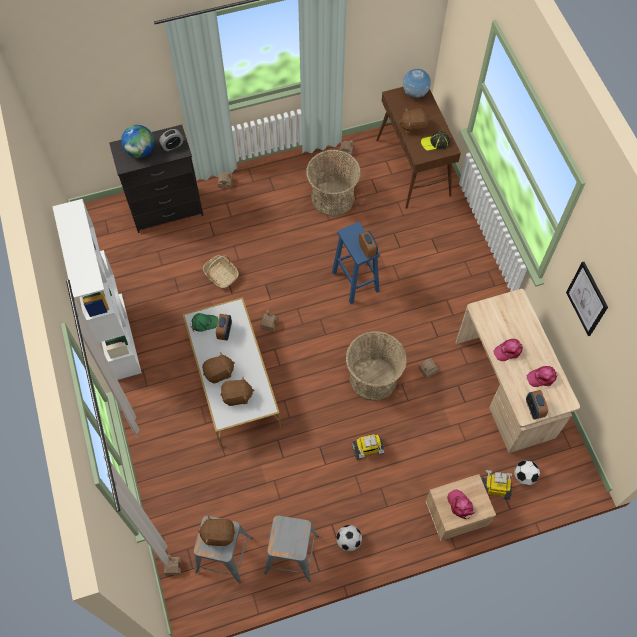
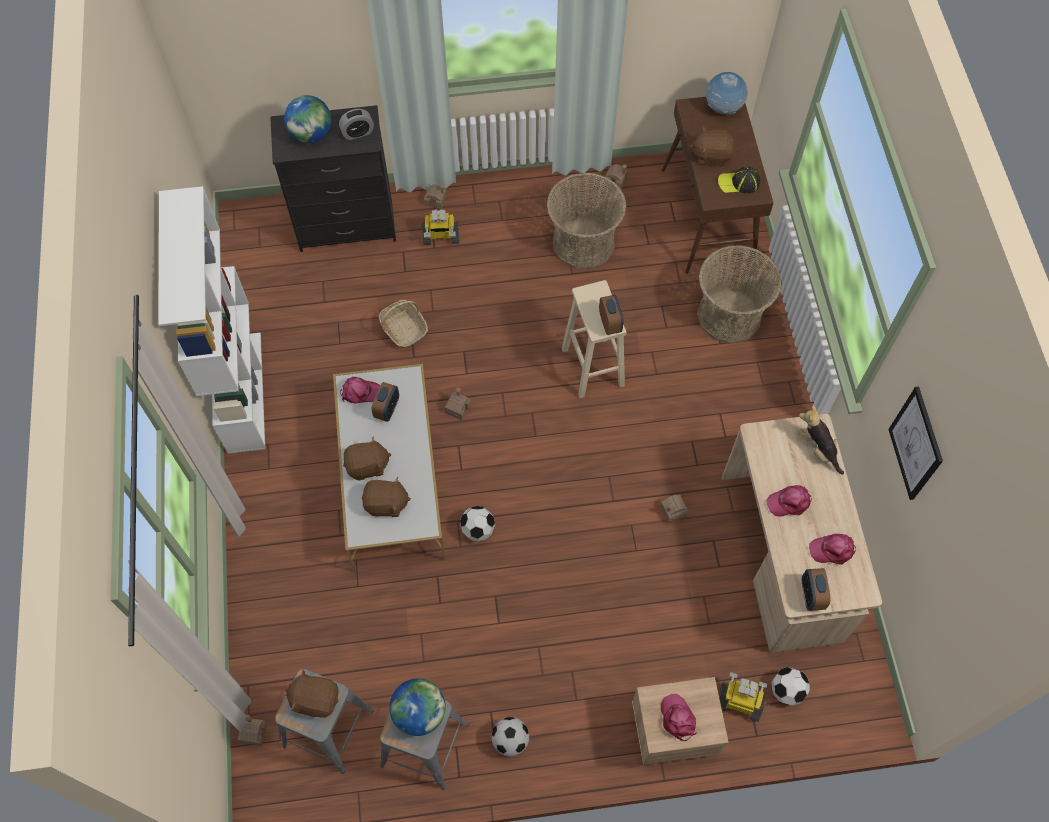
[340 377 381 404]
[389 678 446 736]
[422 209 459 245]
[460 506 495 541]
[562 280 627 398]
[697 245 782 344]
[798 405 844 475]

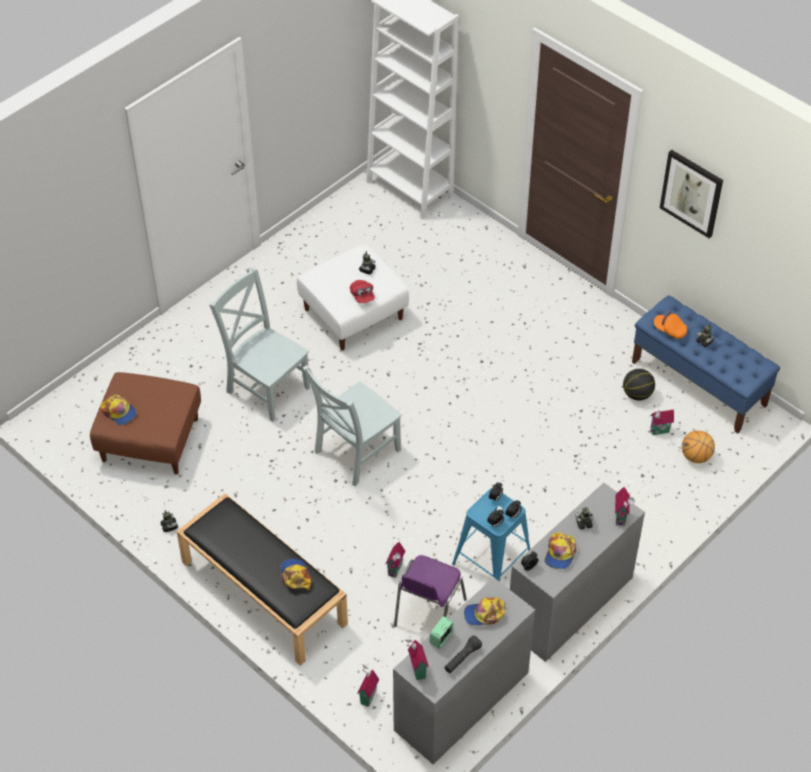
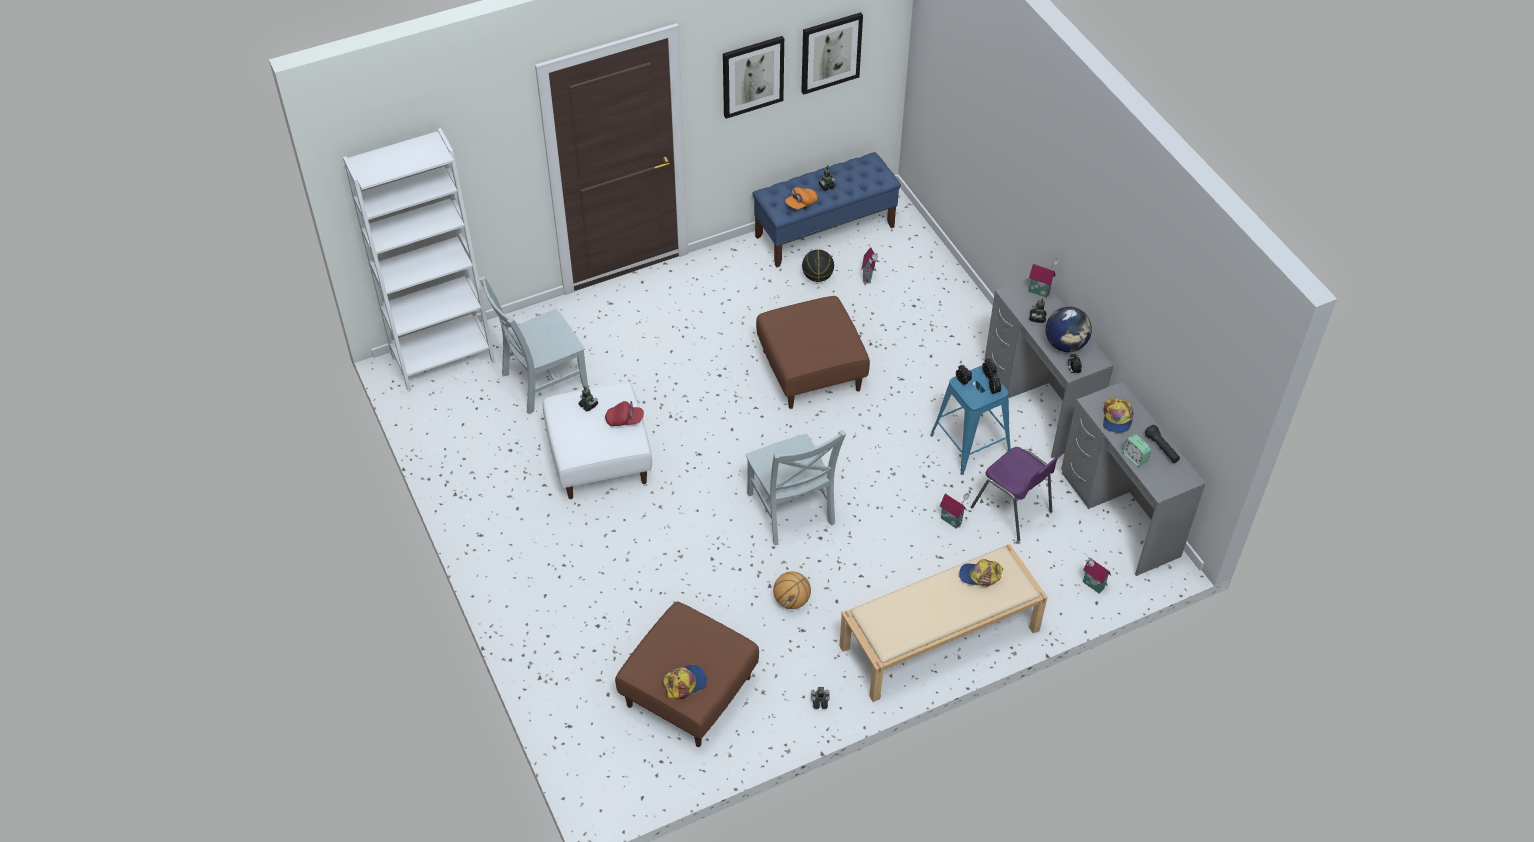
[479 276 588 415]
[756 296 870 409]
[773 571 811 609]
[801 12 863 95]
[839 544 1048 702]
[1046 307 1092 352]
[405 640 429 680] (first image)

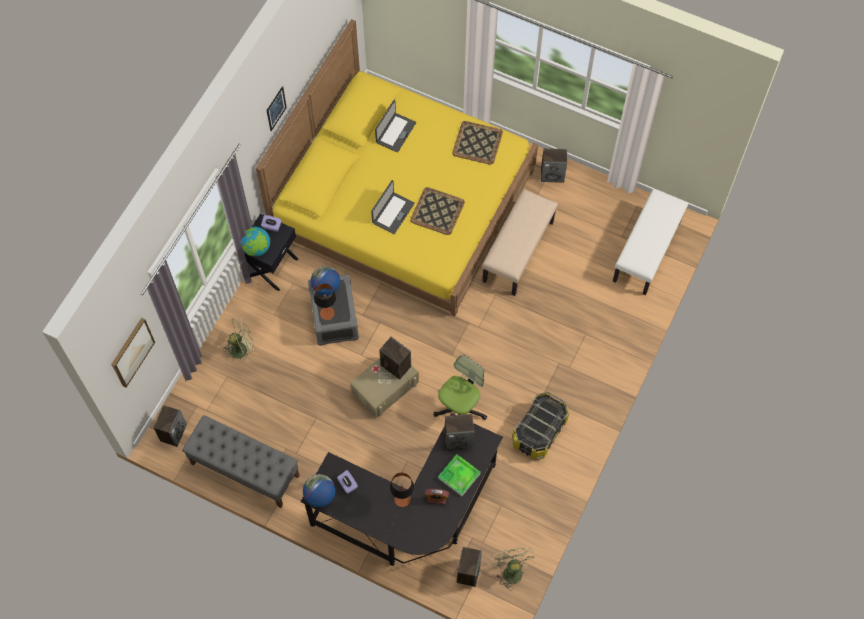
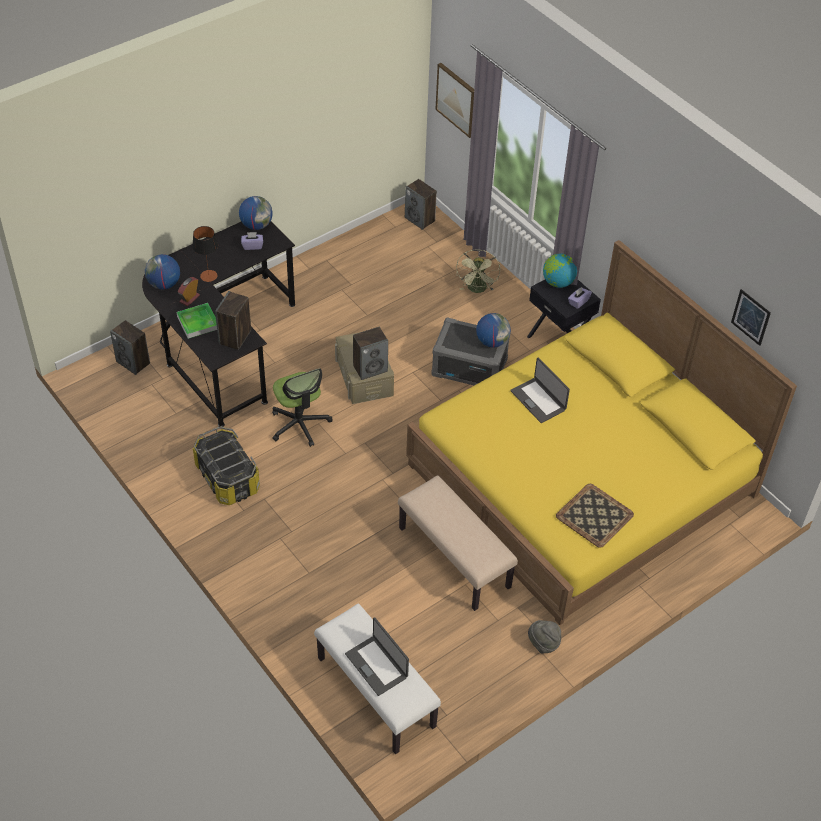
[145 254 180 290]
[345 617 409 696]
[528 620 561 653]
[731 289 771 346]
[182 415 300 508] (first image)
[314 283 336 320] (first image)
[410 187 465 235] (first image)
[491 548 534 591] (first image)

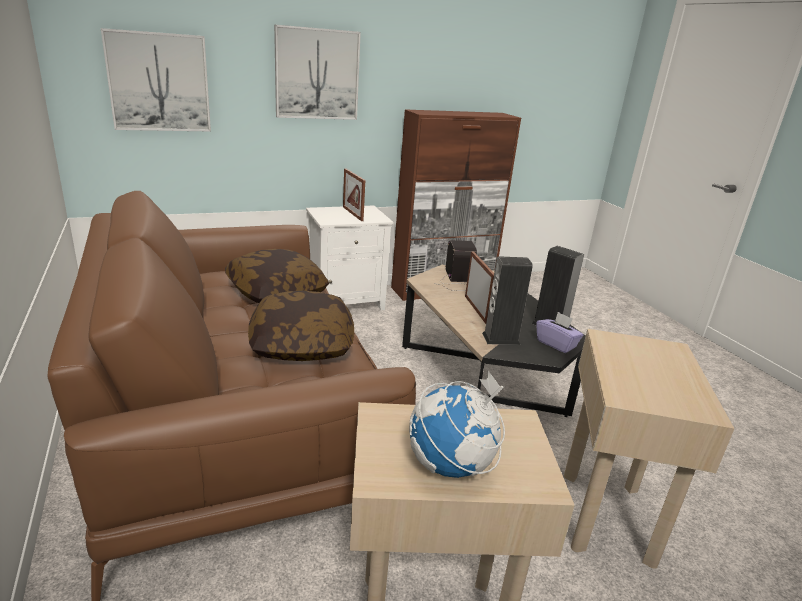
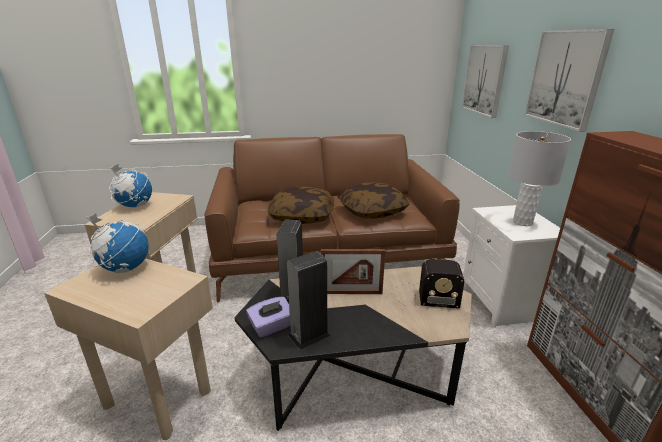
[87 214 149 273]
[508 131 571 226]

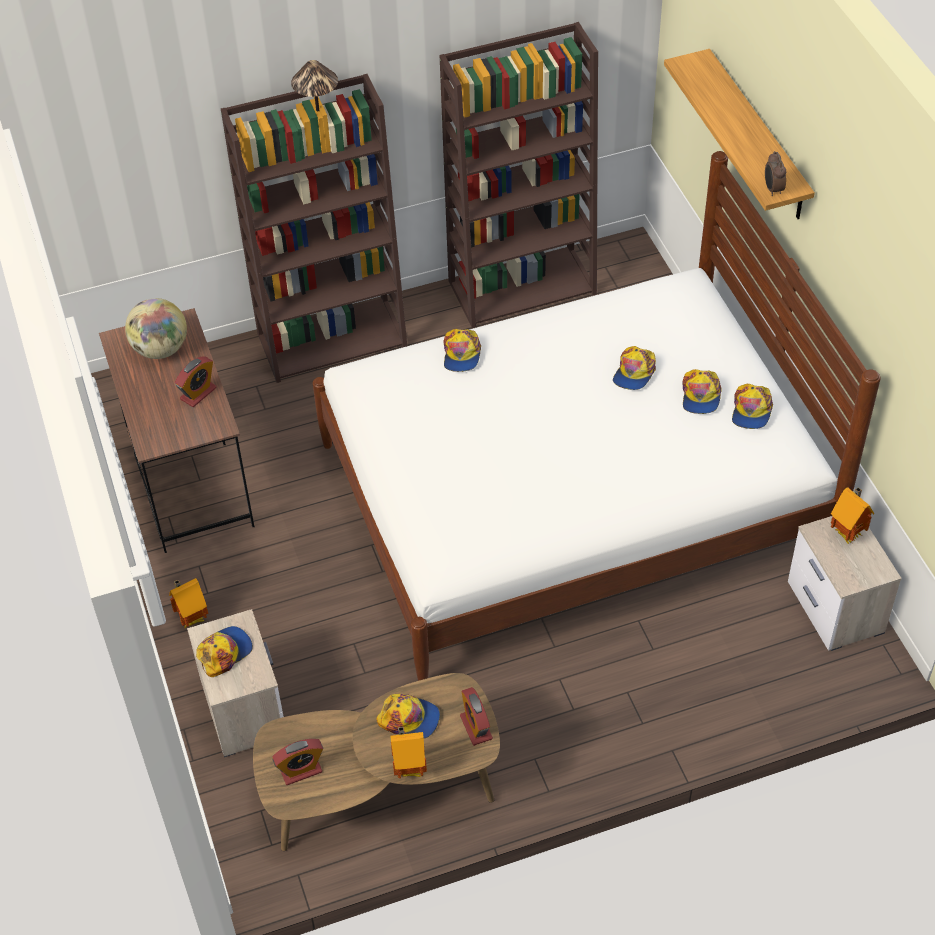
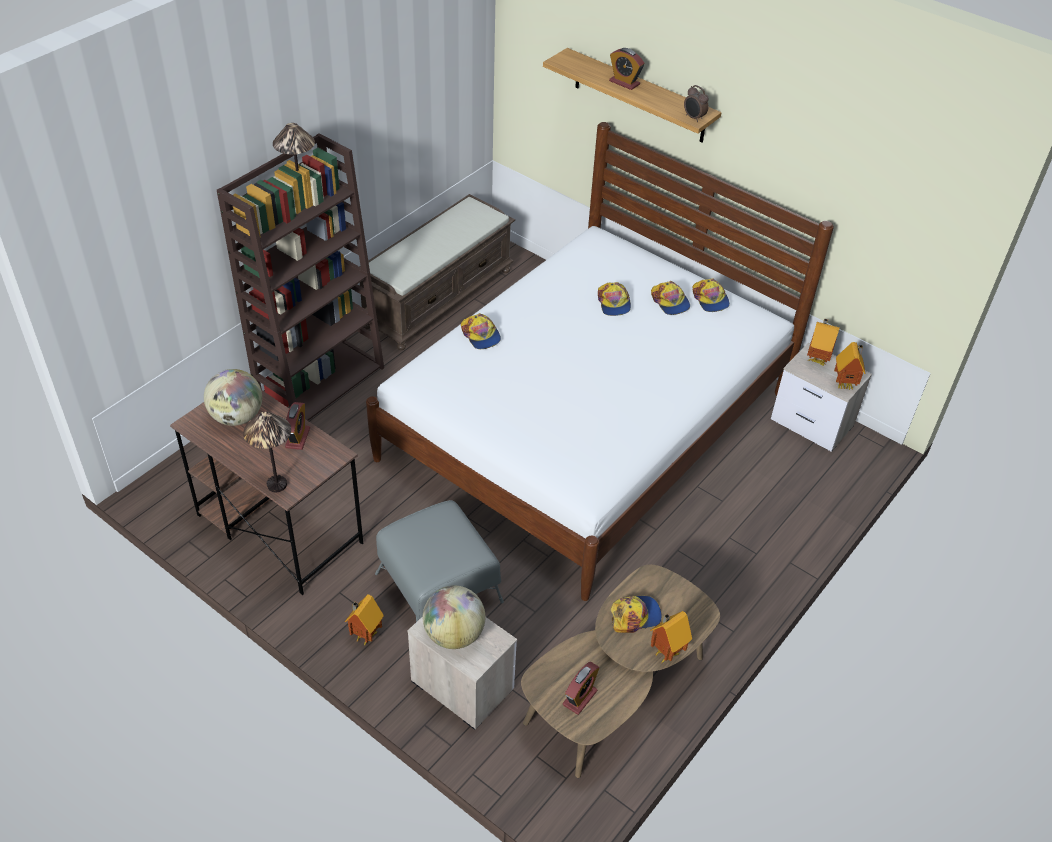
[243 411 291 492]
[359 194 515 350]
[375 500 504 622]
[423 586 485 649]
[609 48 644 90]
[834 342 865 391]

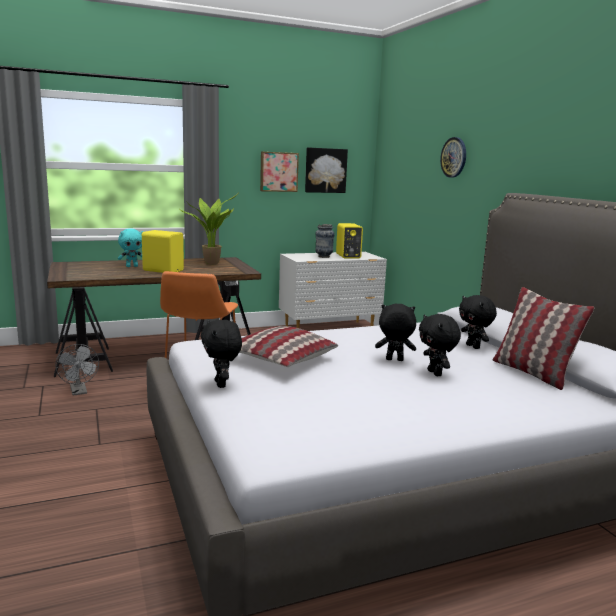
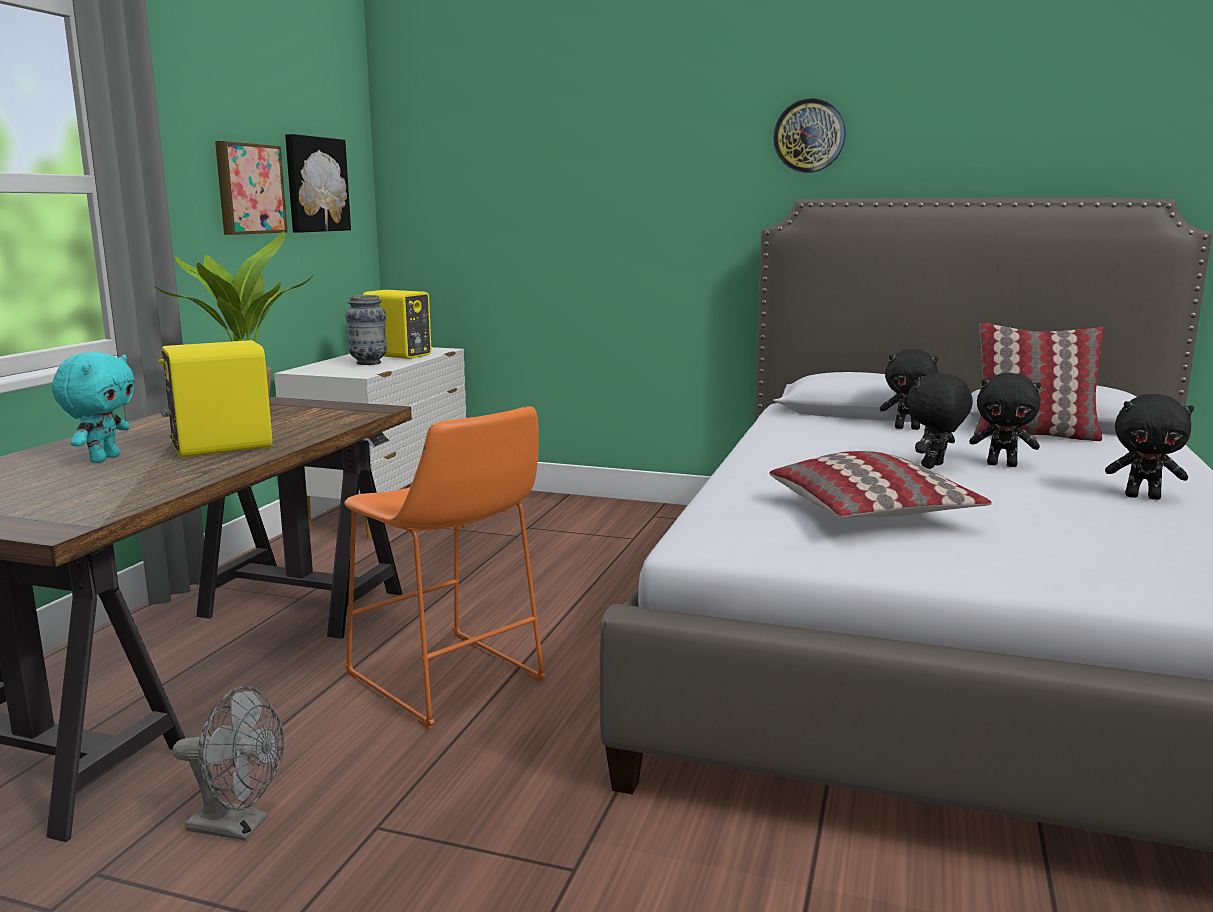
[773 98 846 173]
[1105 394 1194 500]

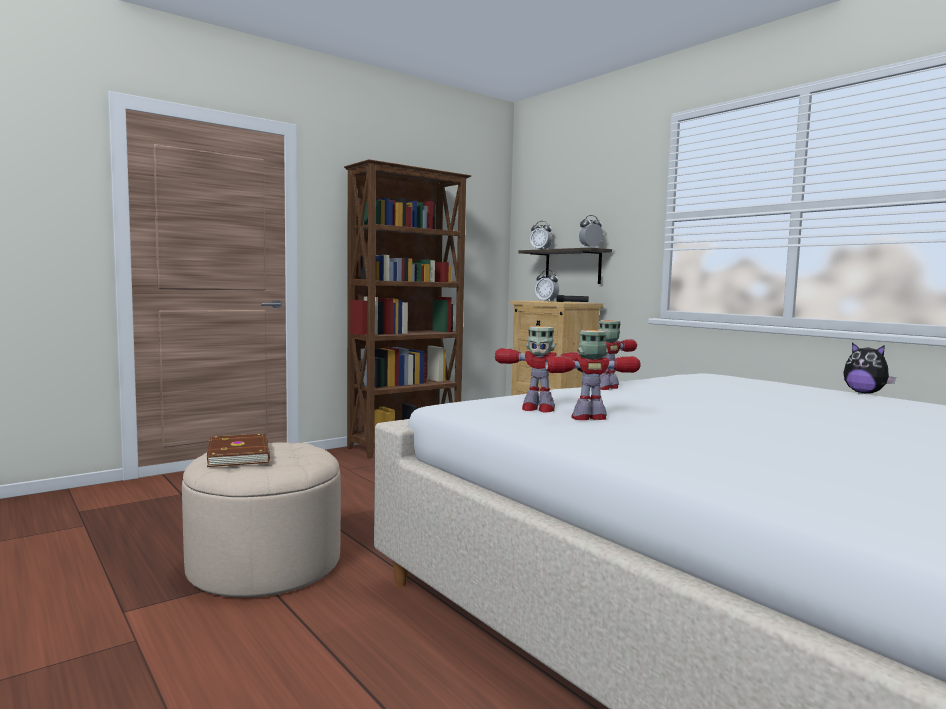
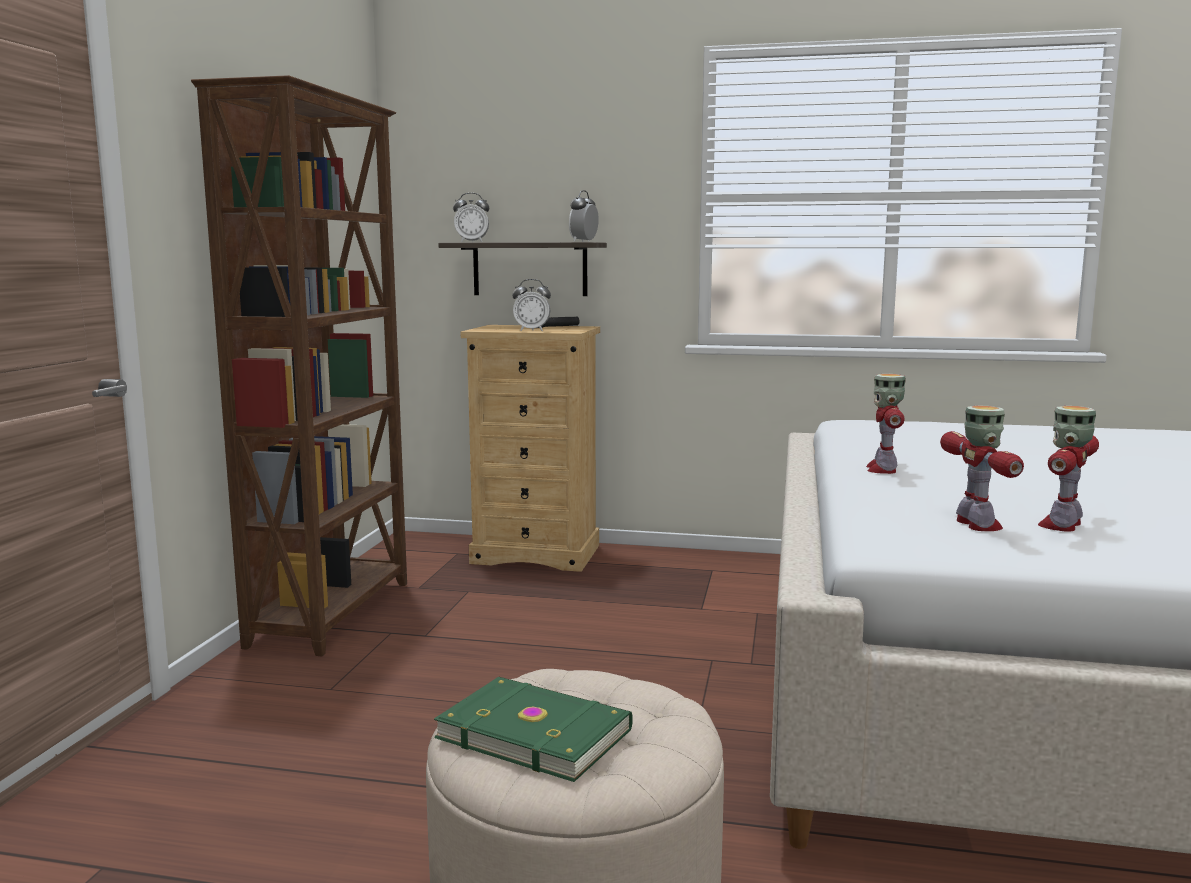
[434 677 633 782]
[940 405 1024 531]
[843 343 896 394] (first image)

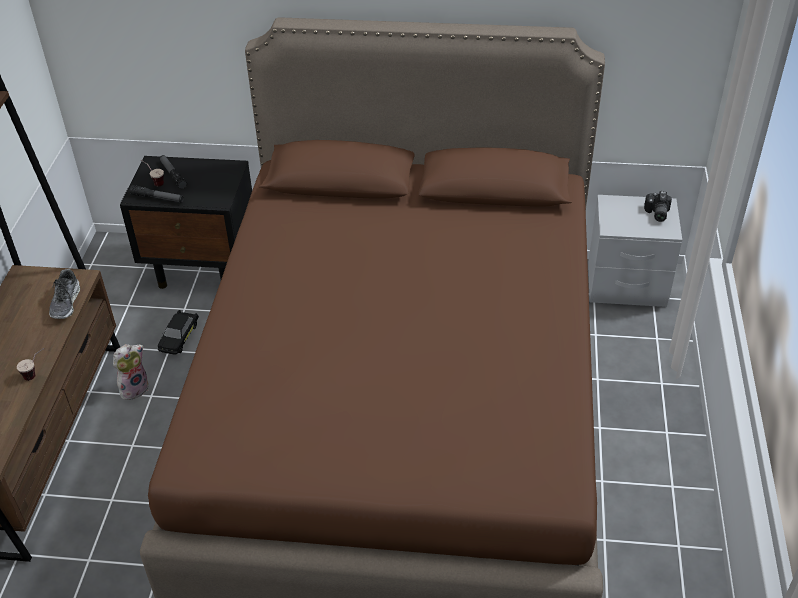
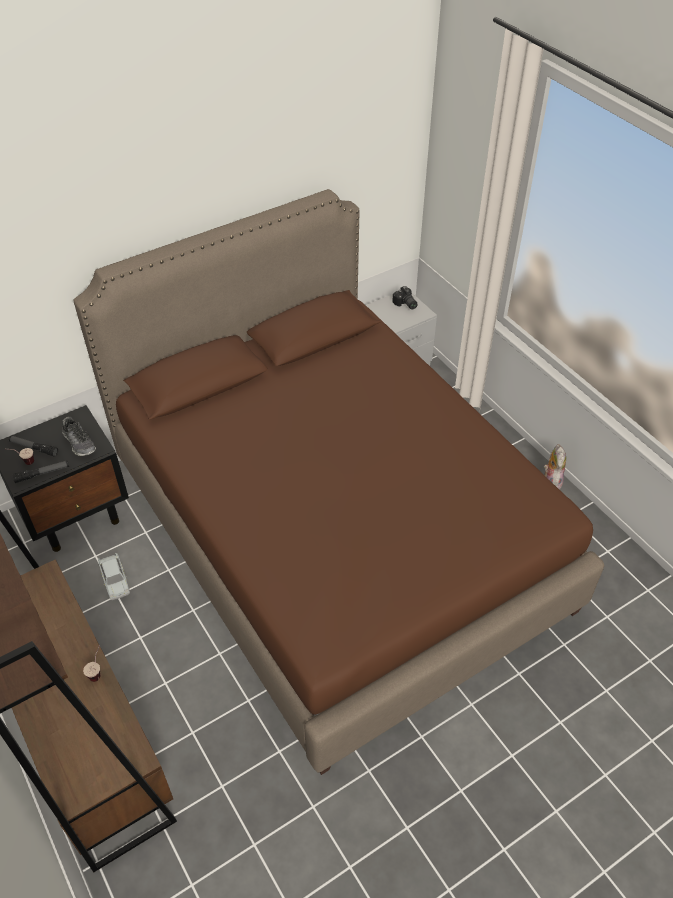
[62 417 96 456]
[98 553 130 600]
[544 444 566 490]

